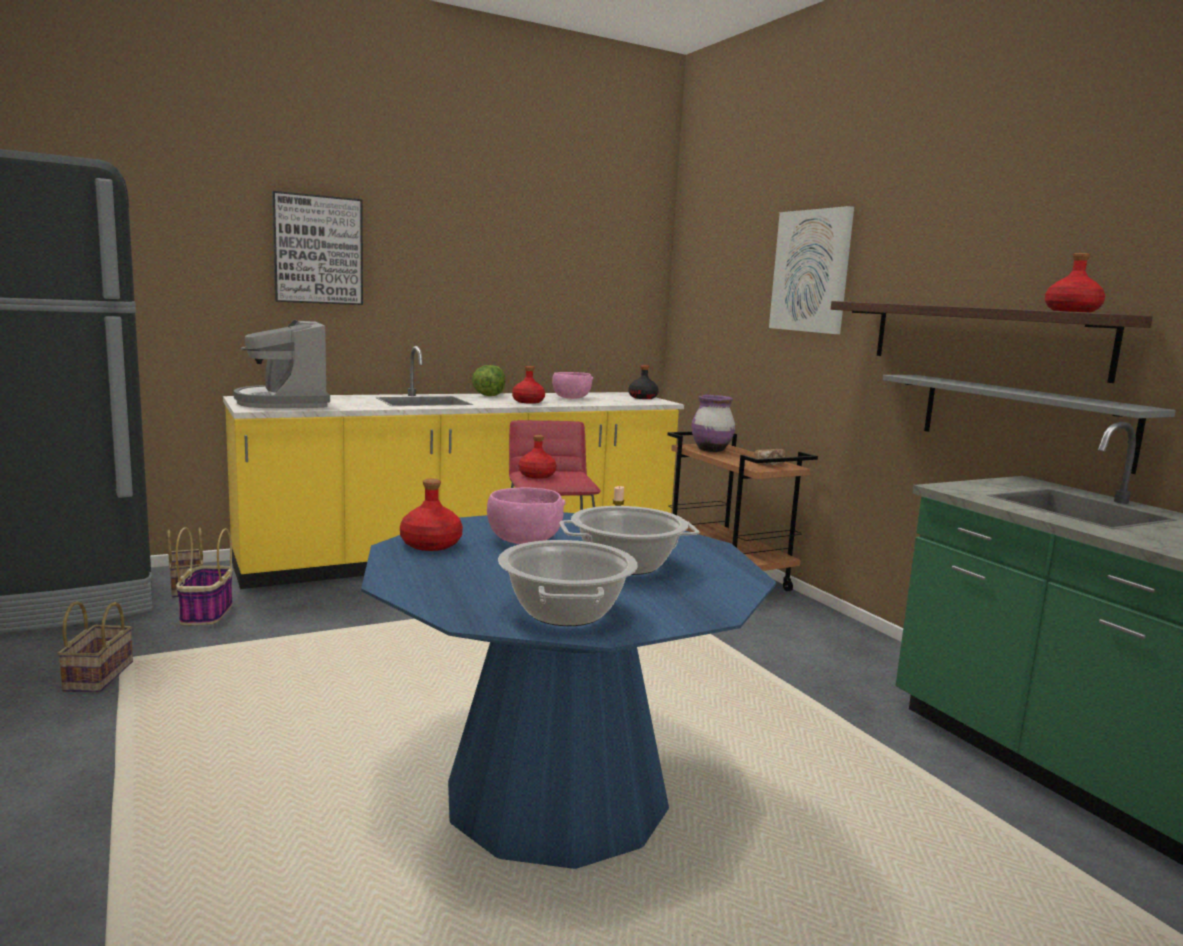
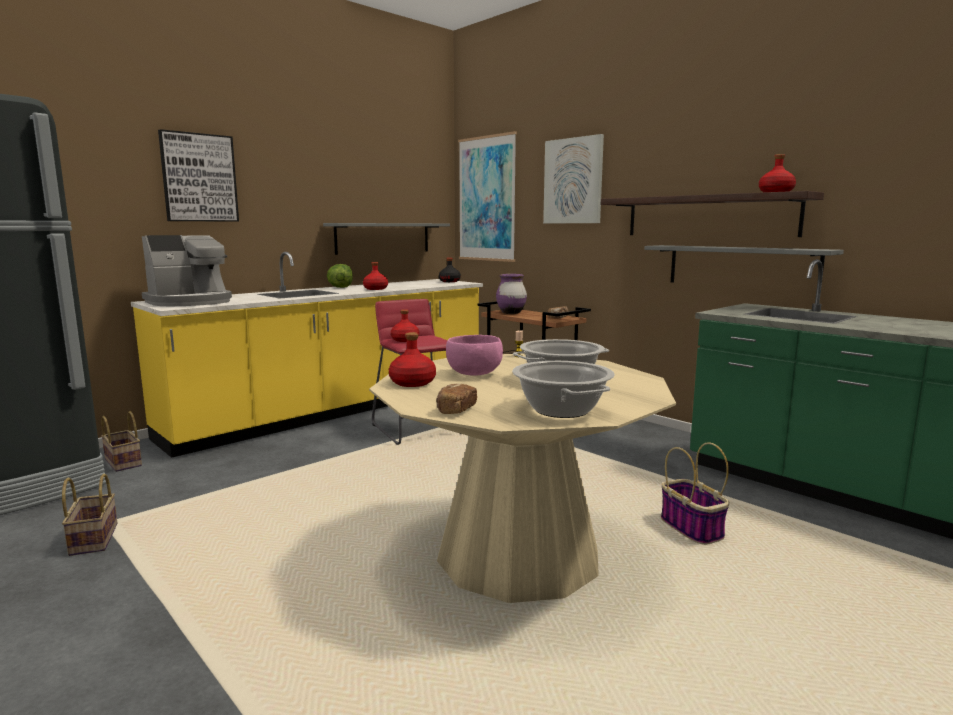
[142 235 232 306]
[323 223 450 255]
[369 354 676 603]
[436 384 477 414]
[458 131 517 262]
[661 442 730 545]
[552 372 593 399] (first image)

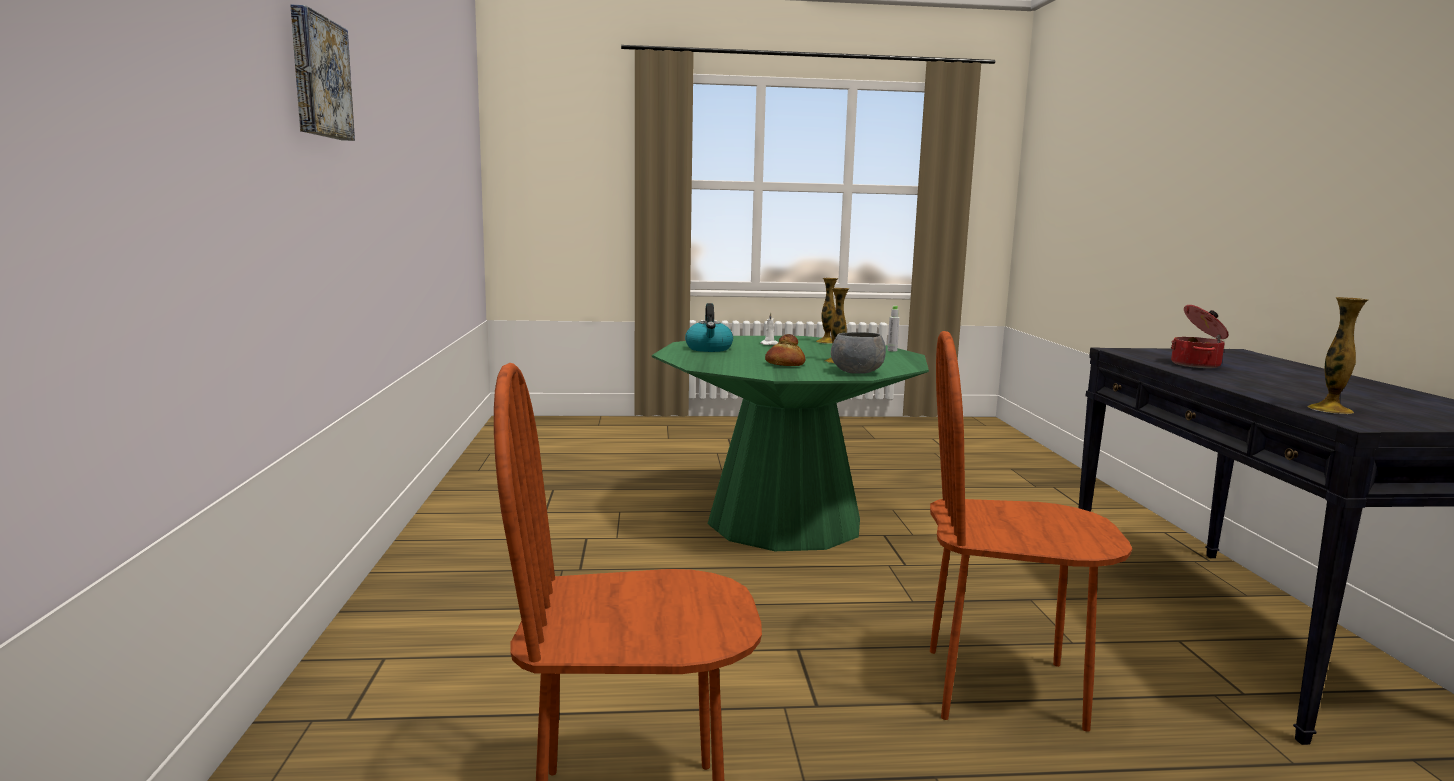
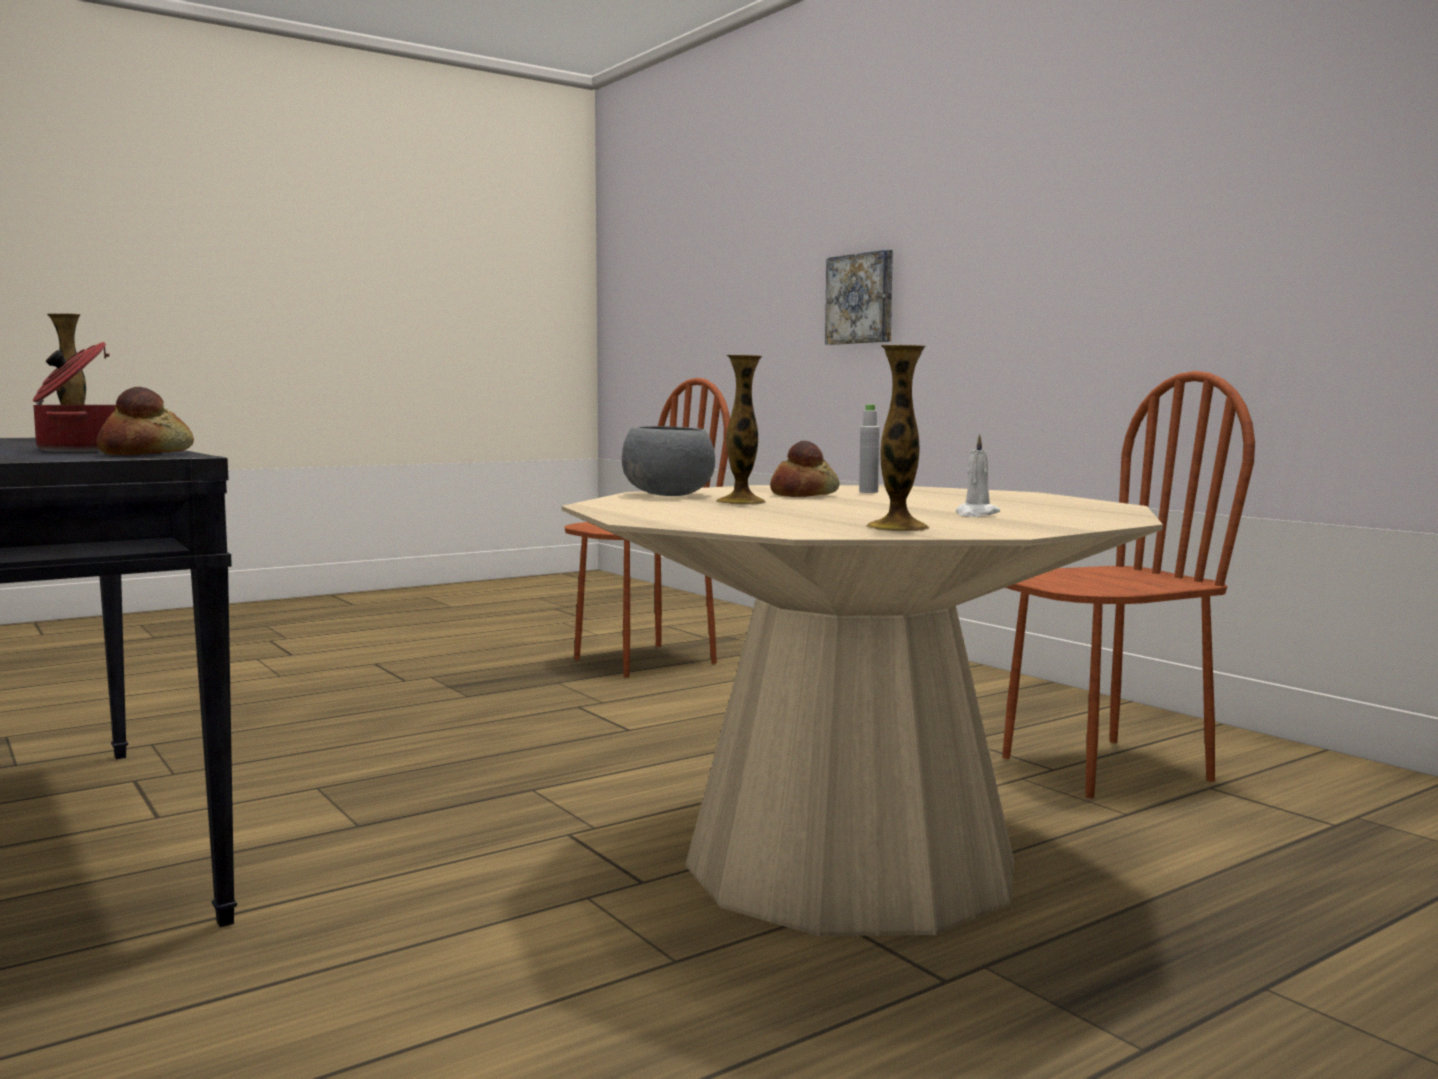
[97 387 194 455]
[562 485 1163 936]
[825 249 893 345]
[859 404 880 493]
[1002 371 1255 799]
[685 303 733 352] (first image)

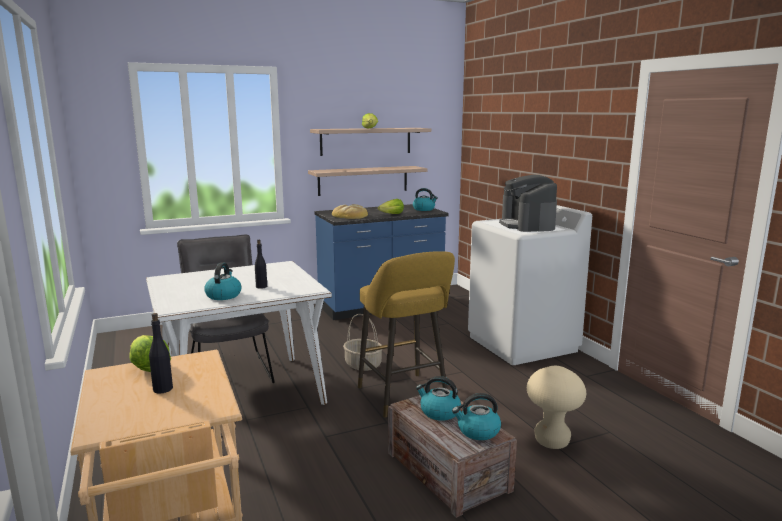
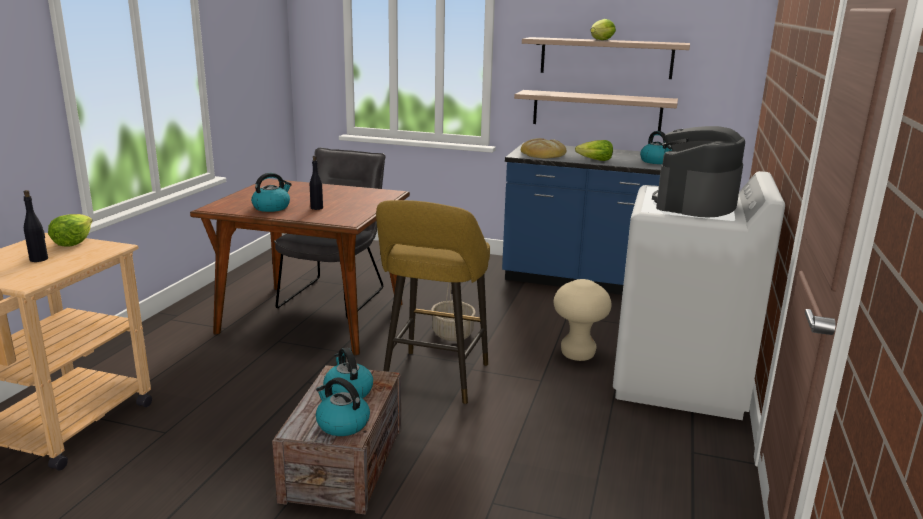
[190 179 410 355]
[554 279 612 361]

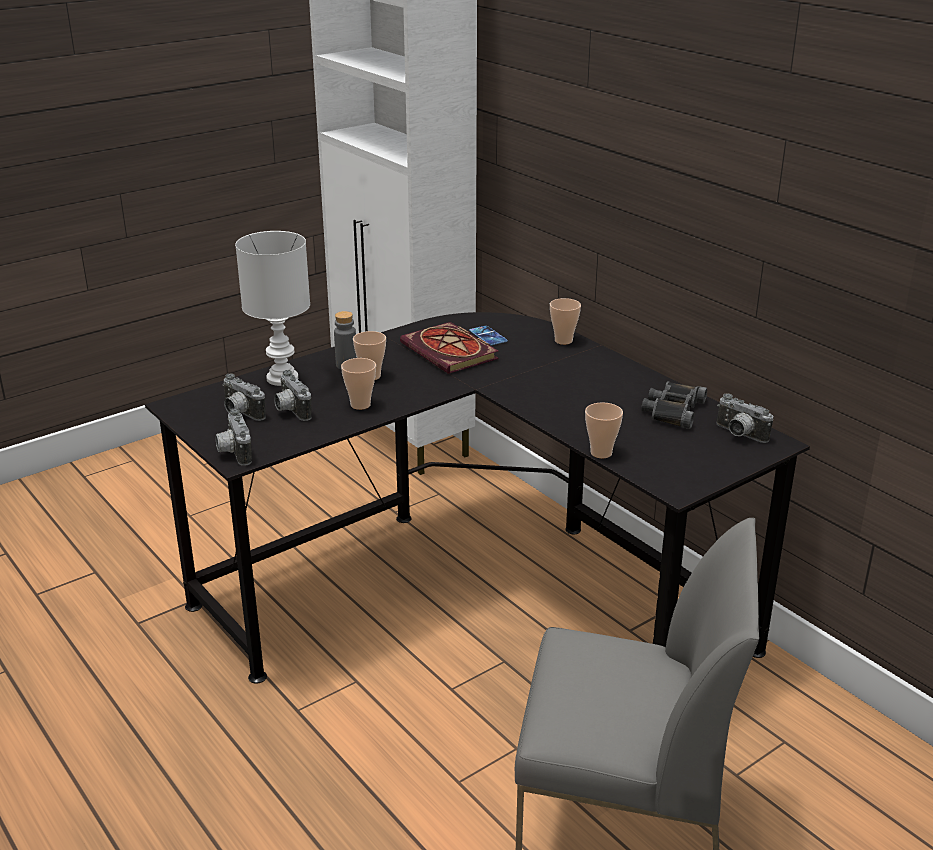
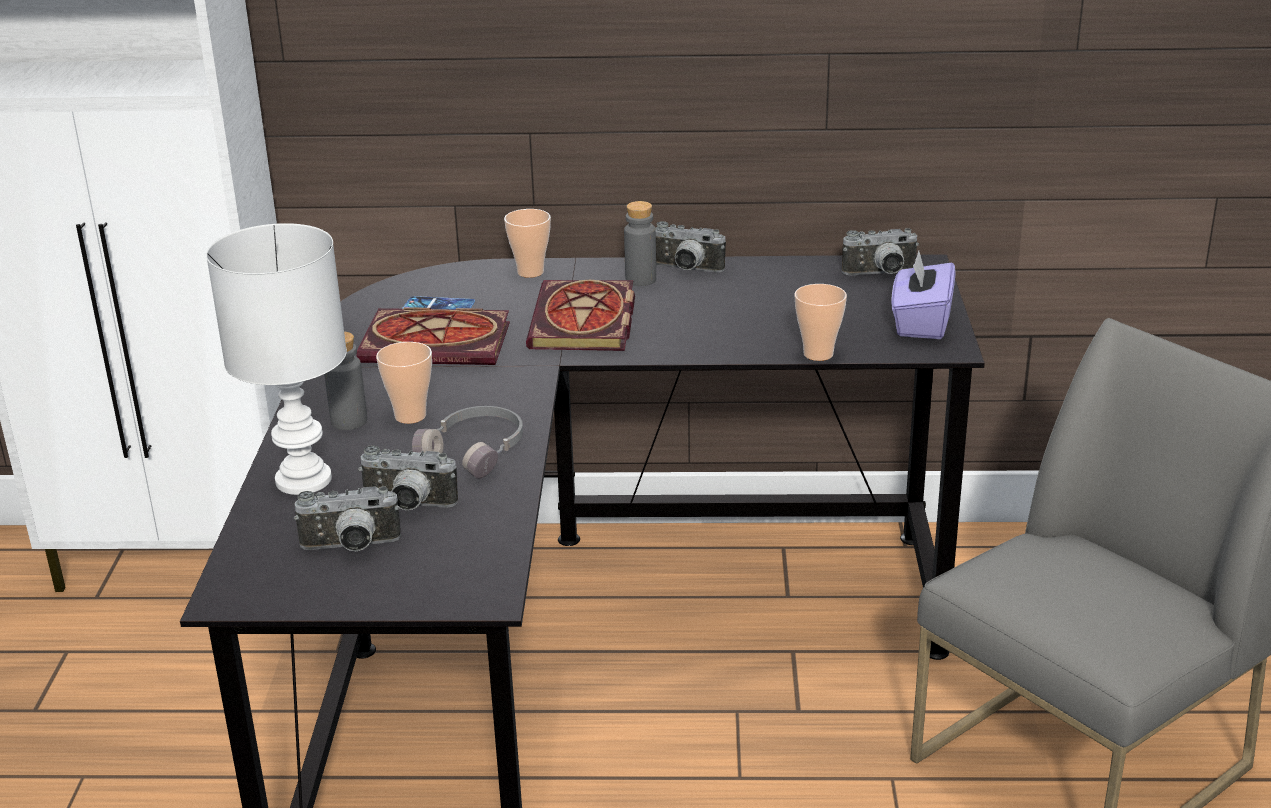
[412 406 523 479]
[526 280 635 351]
[624 201 656 286]
[655 221 726 273]
[891 250 956 339]
[642 381 707 429] (first image)

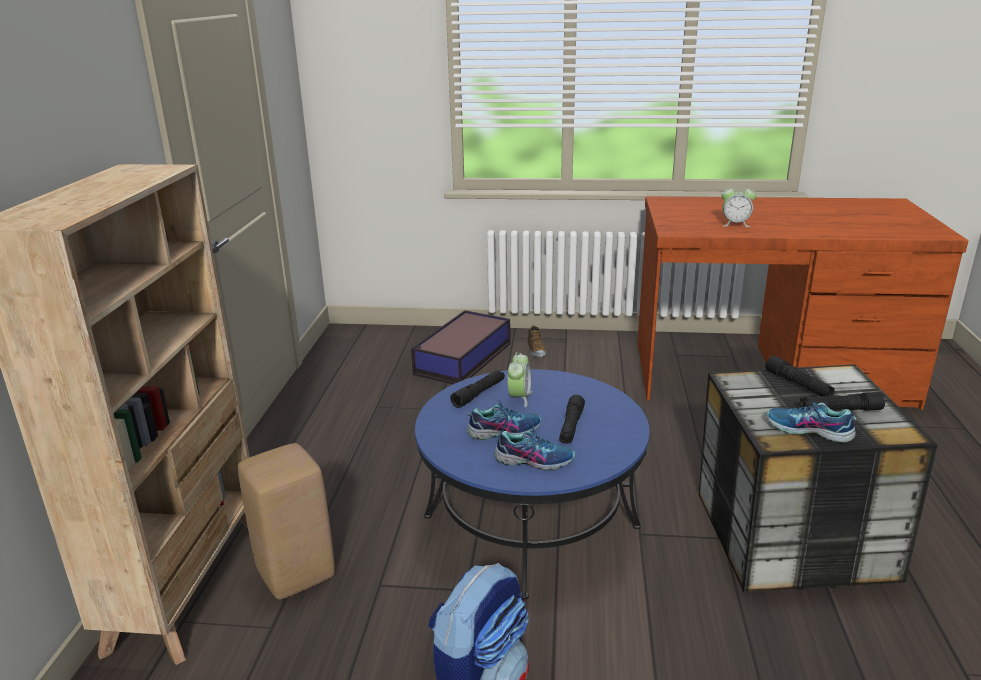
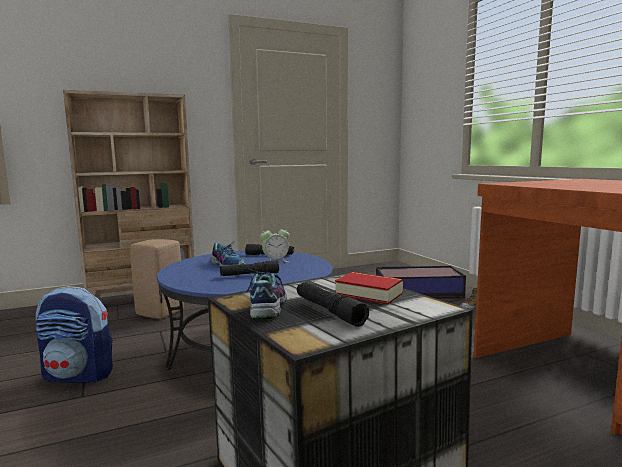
[335 272 403 305]
[494 422 575 471] (first image)
[721 183 757 227] (first image)

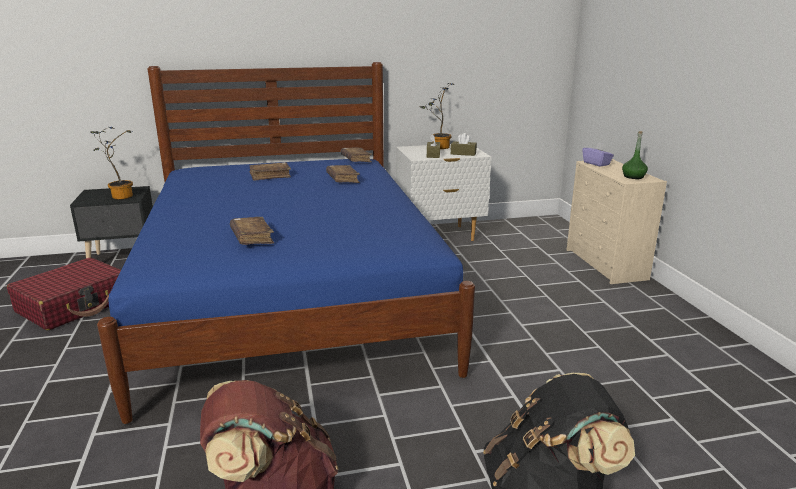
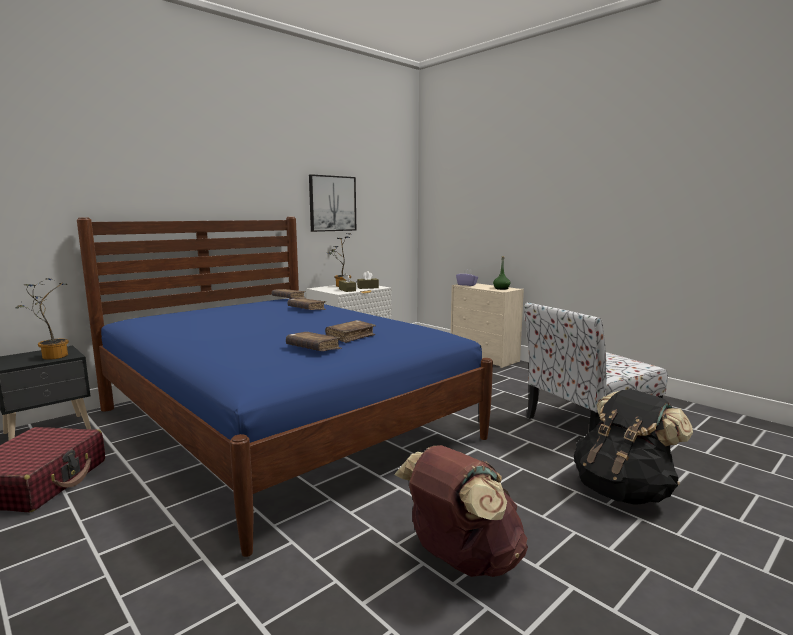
[309 174 356 232]
[325 320 376 343]
[524 302 668 432]

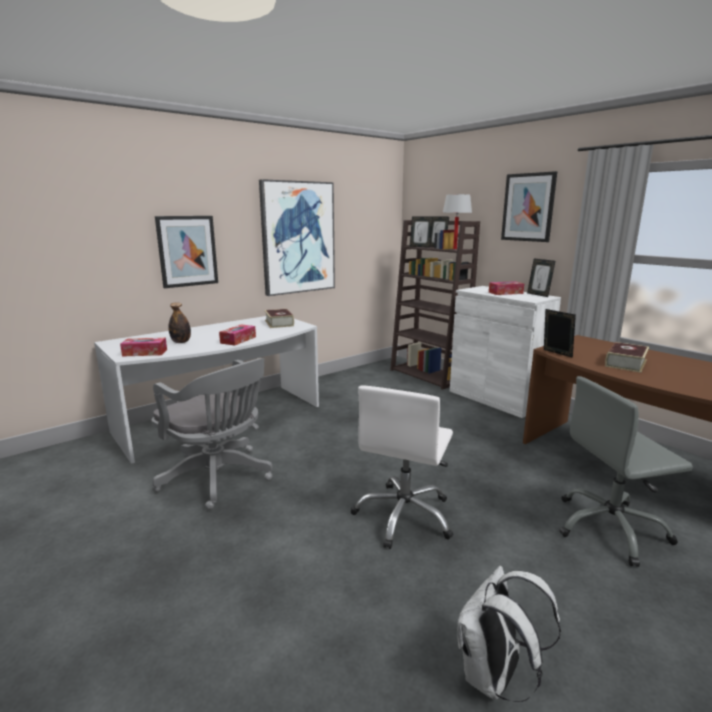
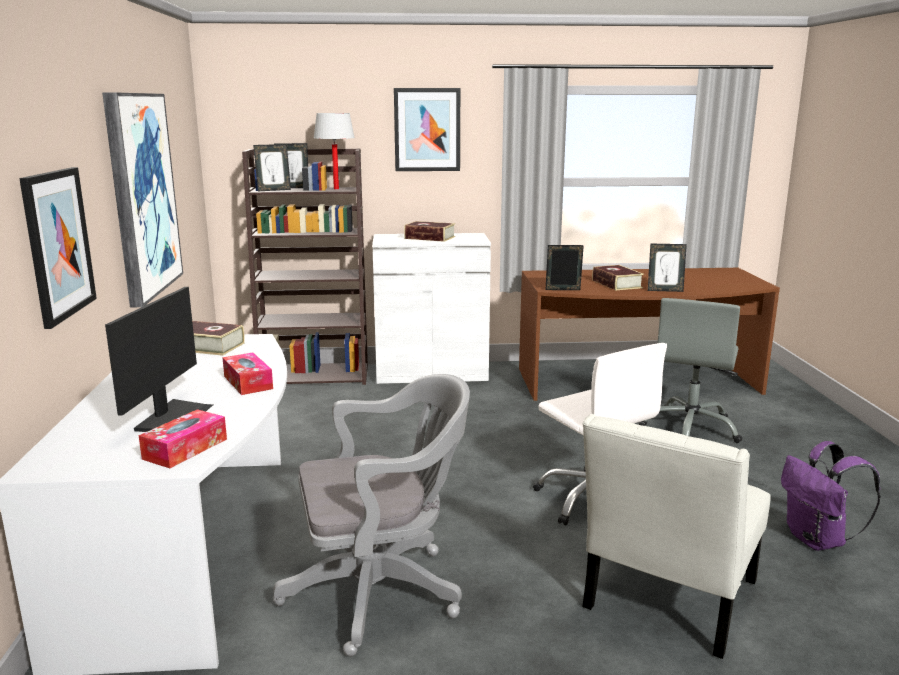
[105 287 213 432]
[404 221 455 242]
[582 414 771 659]
[648 244 687 292]
[781 441 881 551]

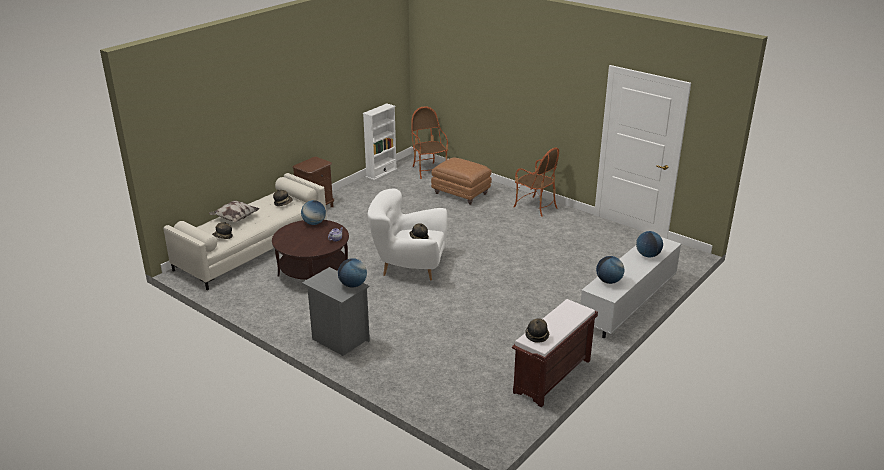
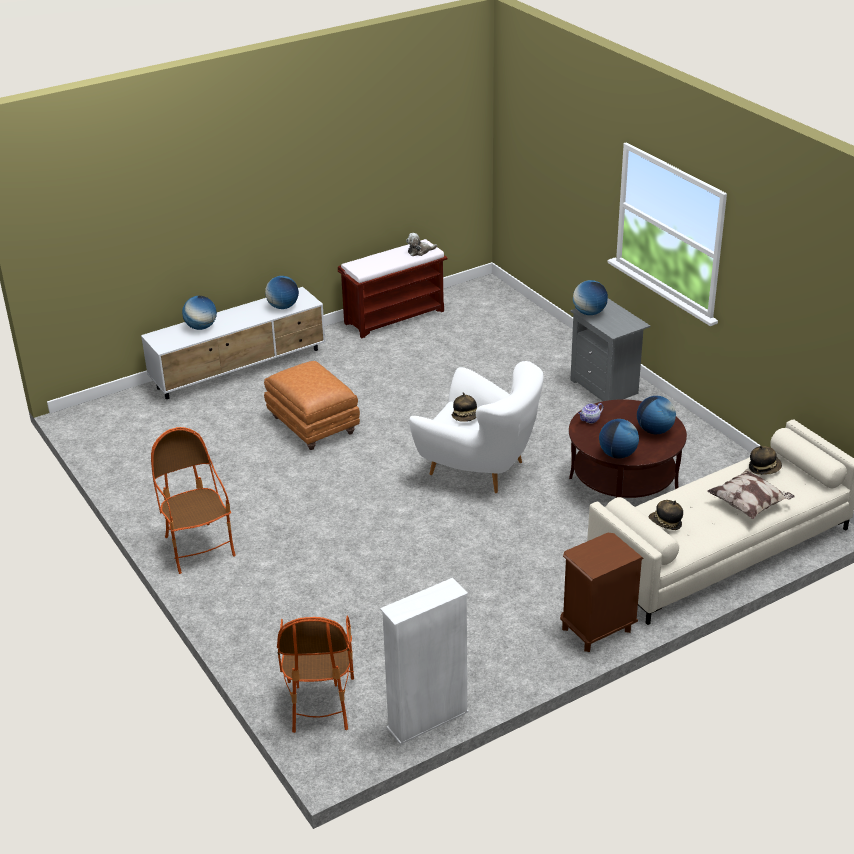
[264 361 360 450]
[406 233 437 256]
[637 396 676 434]

